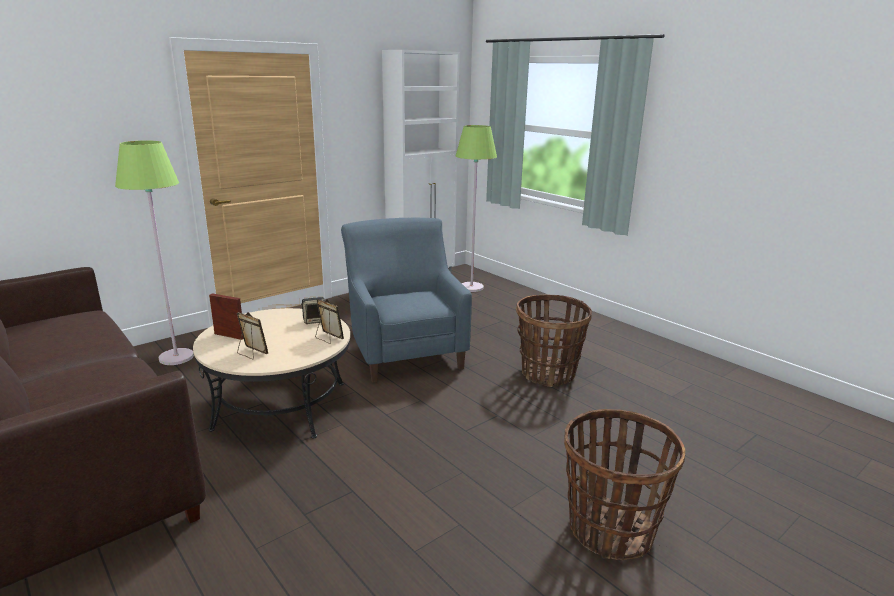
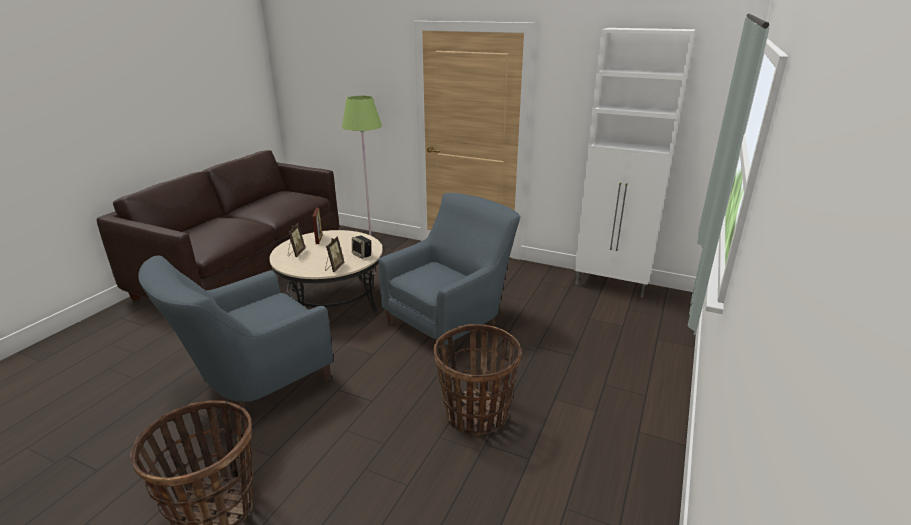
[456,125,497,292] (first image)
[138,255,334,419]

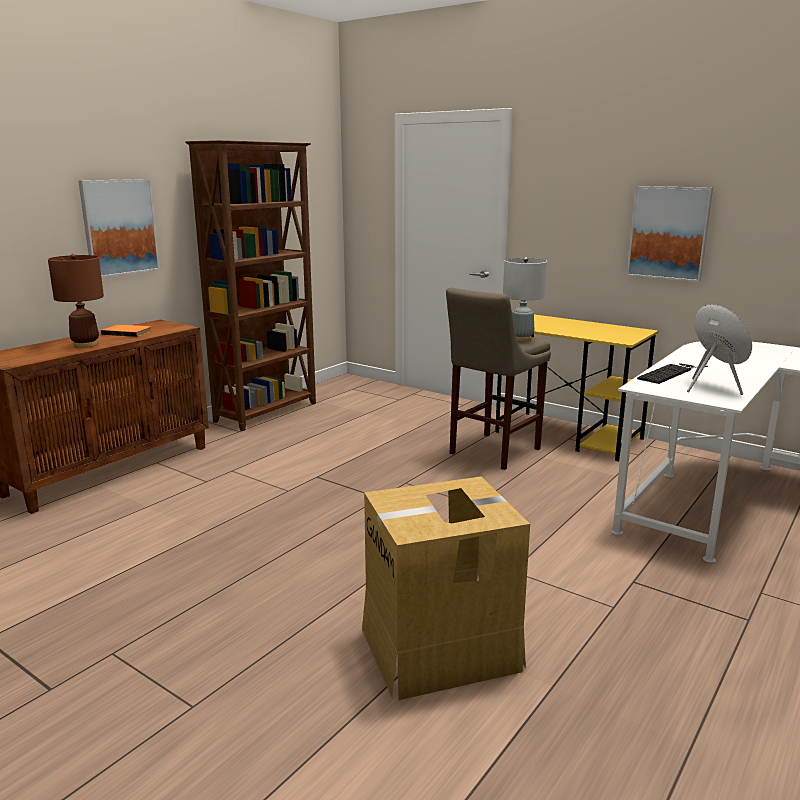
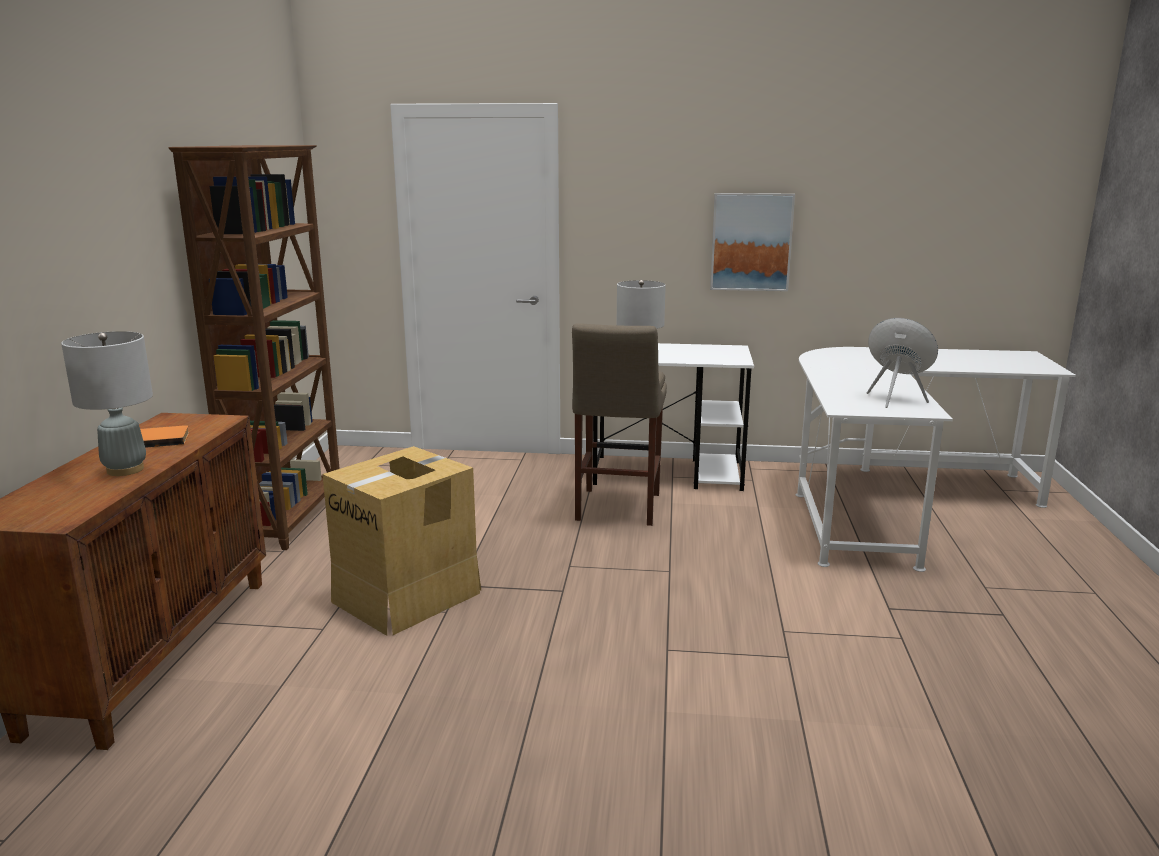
[61,331,153,476]
[78,179,160,277] (first image)
[322,446,481,636]
[593,343,754,491]
[637,363,708,384] (first image)

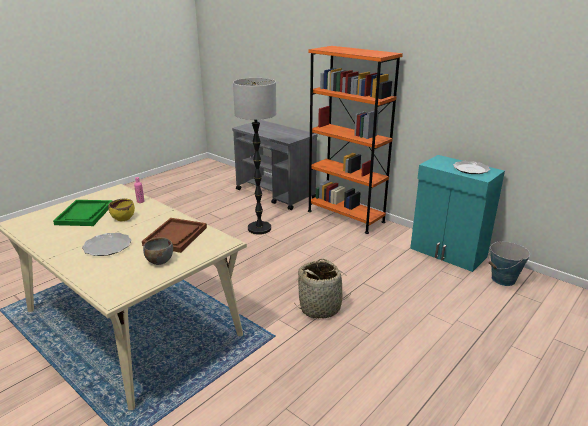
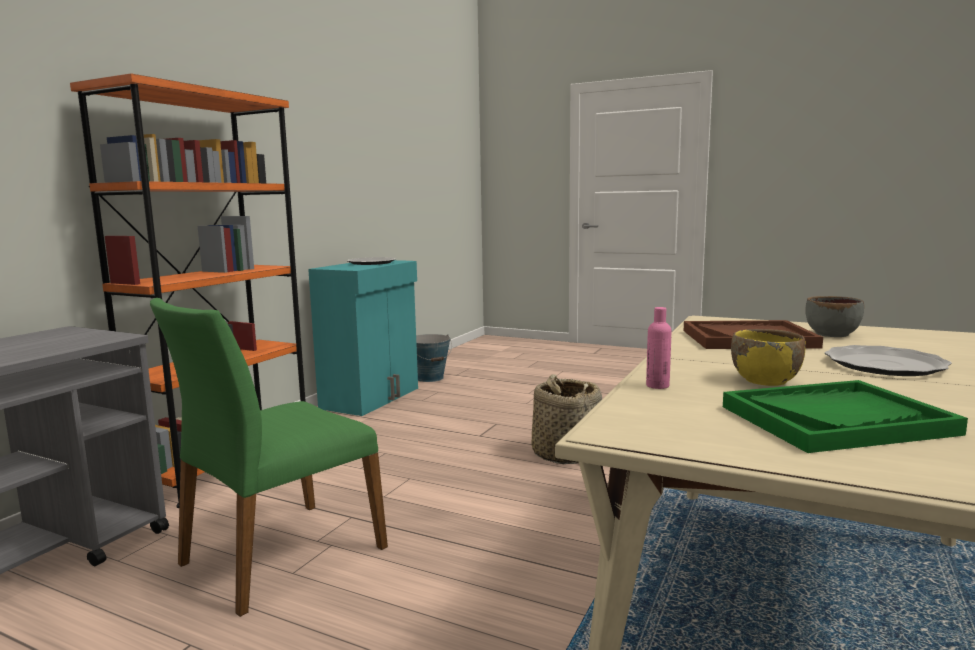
[150,298,388,617]

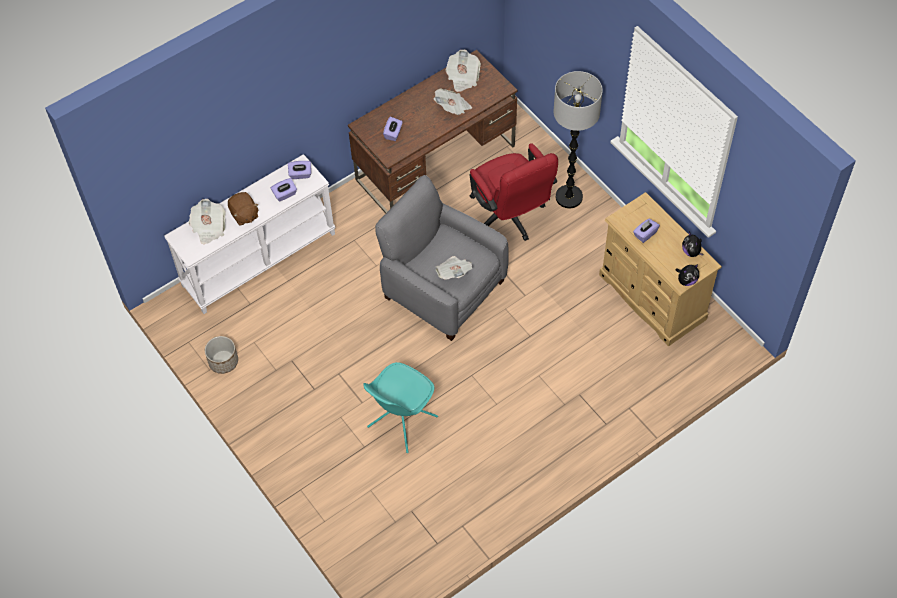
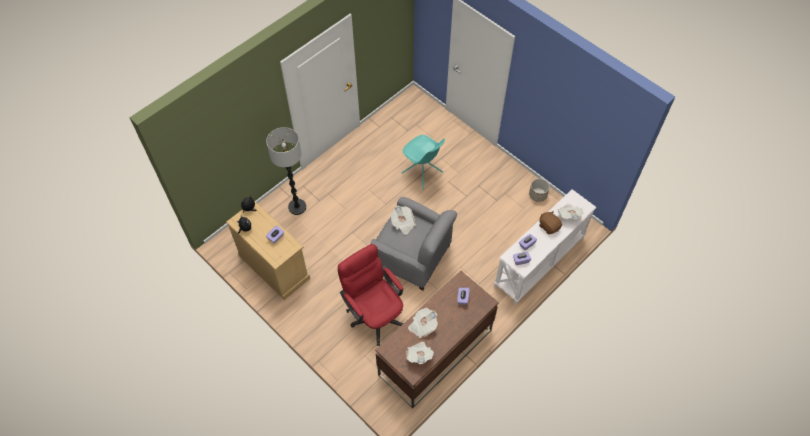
[401,135,445,190]
[266,127,306,215]

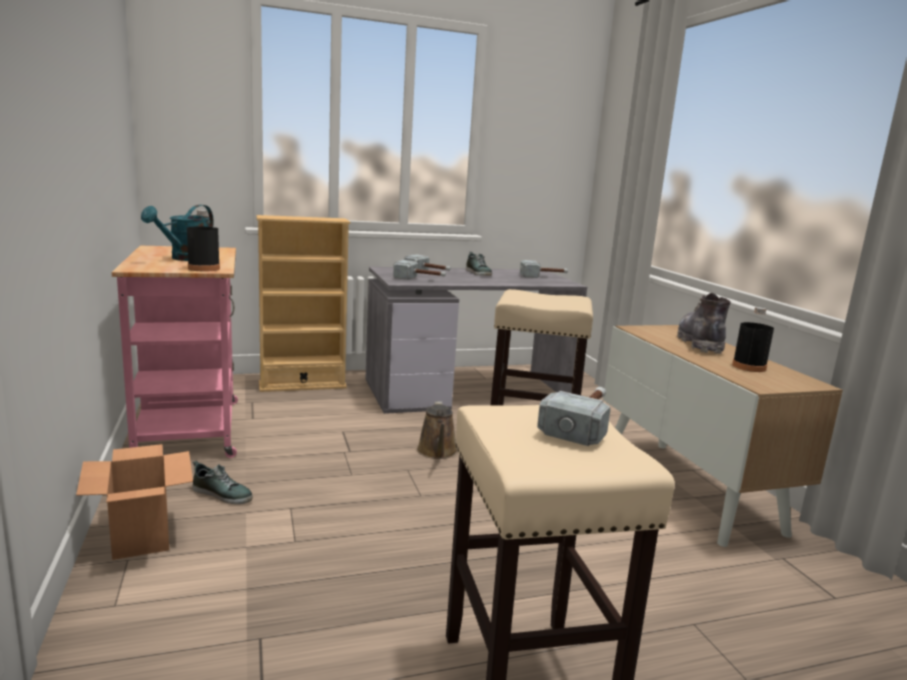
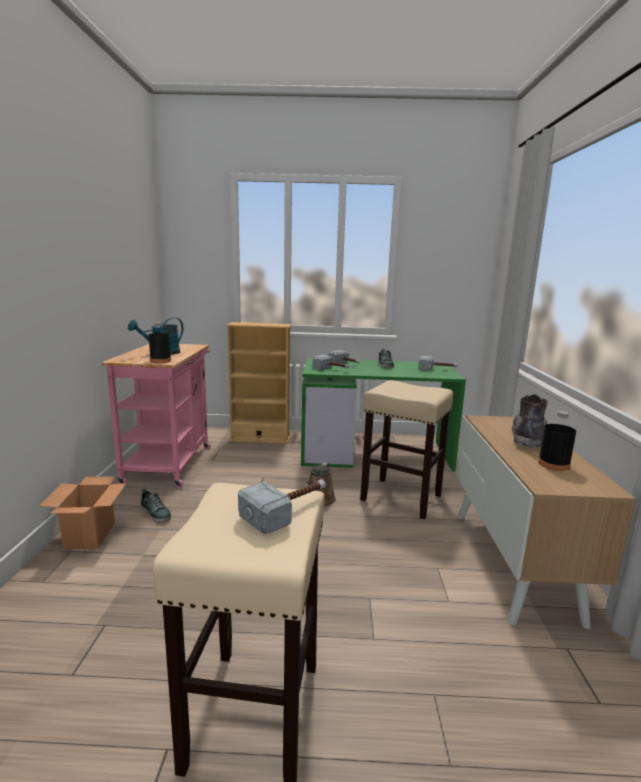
[301,358,466,471]

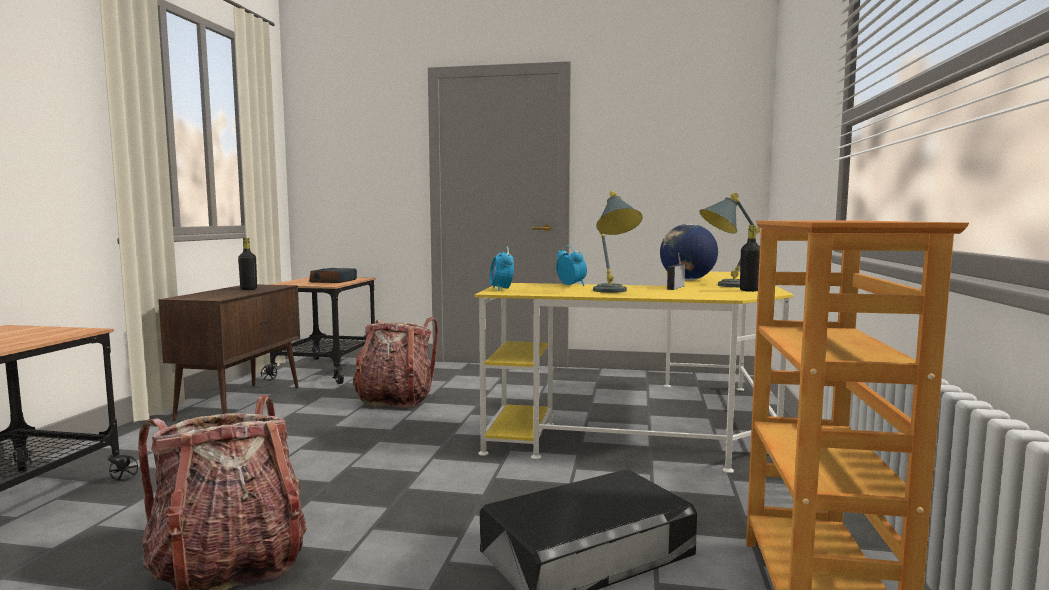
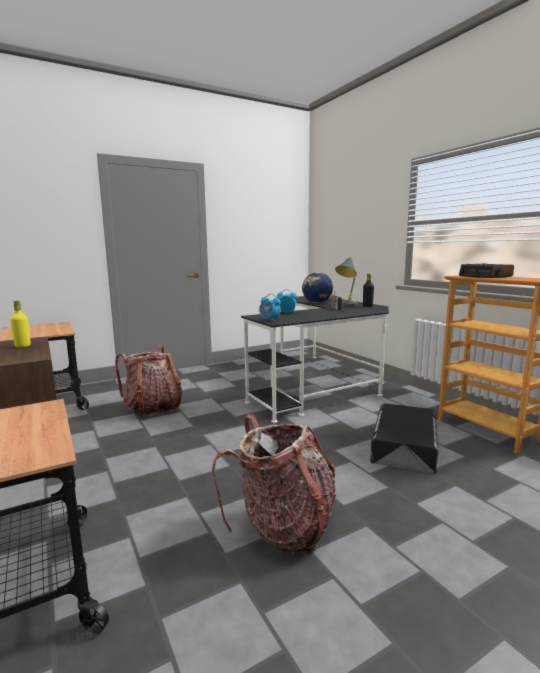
[10,301,31,348]
[459,263,514,278]
[241,296,389,423]
[593,191,643,293] (first image)

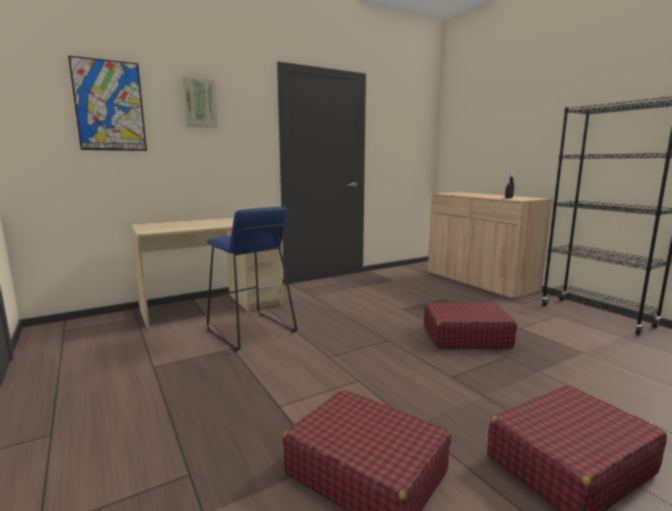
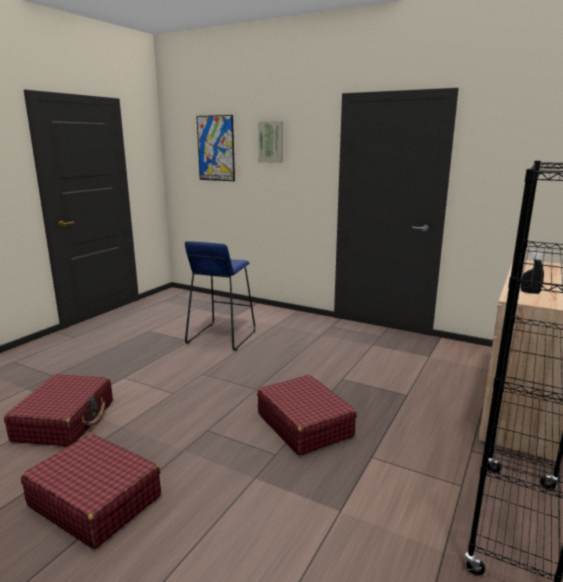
[130,217,283,331] (first image)

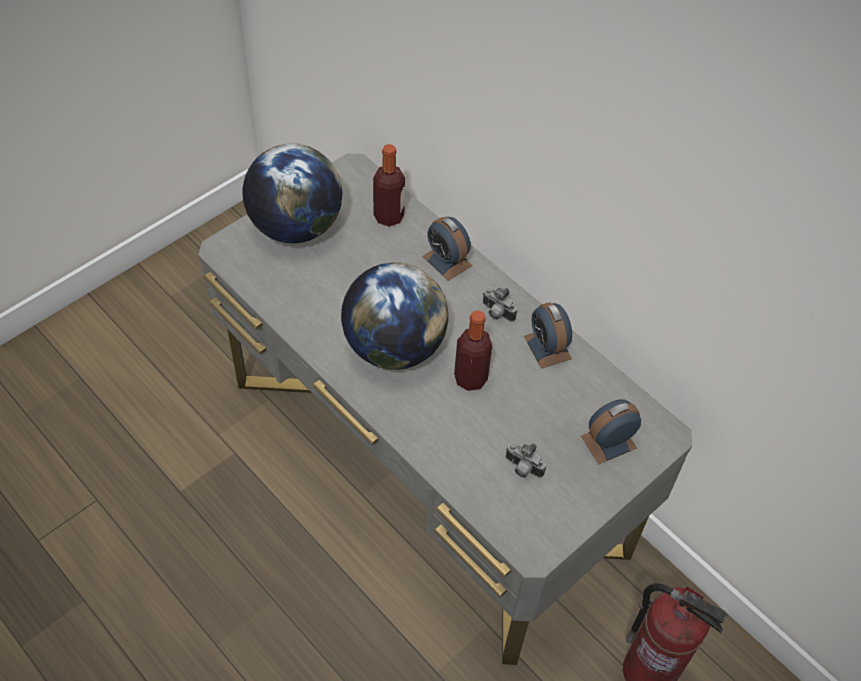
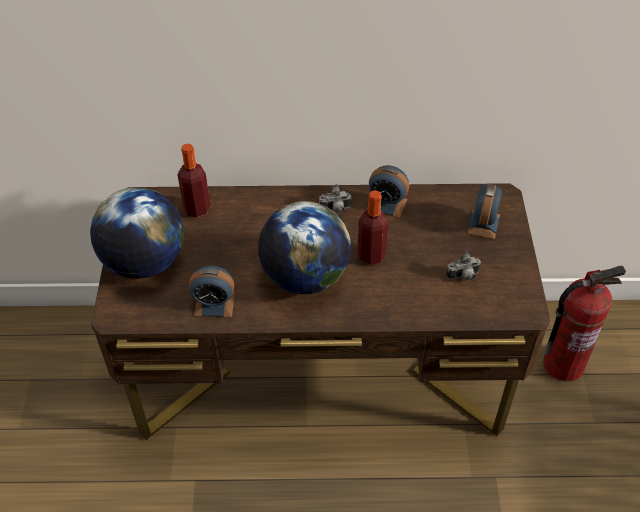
[91,183,550,440]
[189,265,235,317]

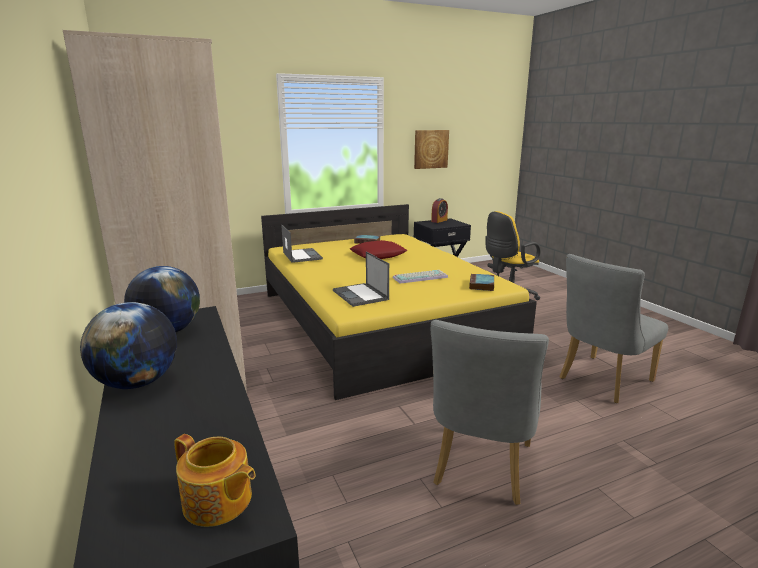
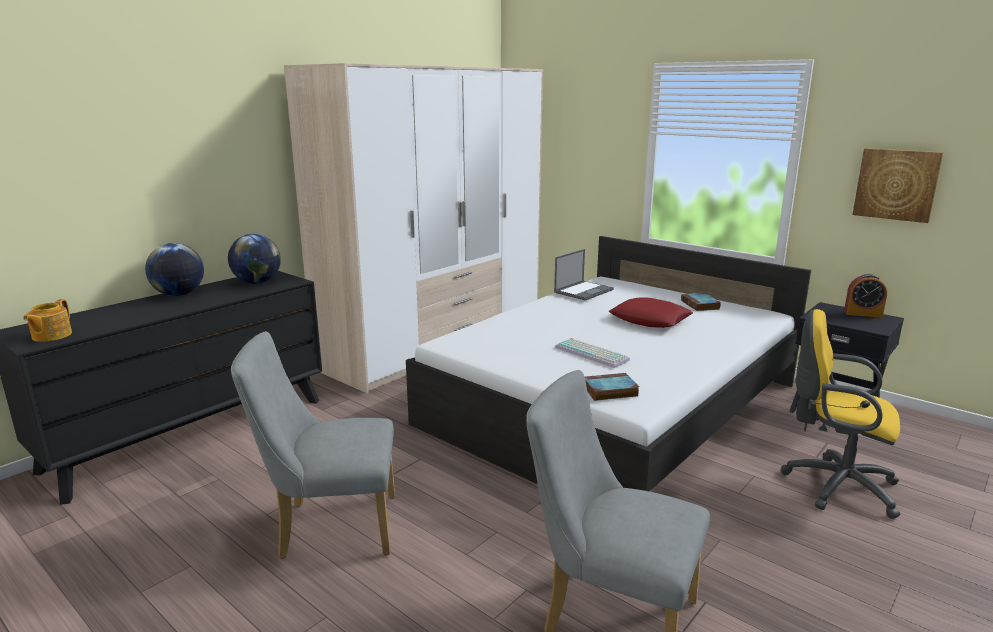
[406,236,811,492]
[333,251,389,307] (first image)

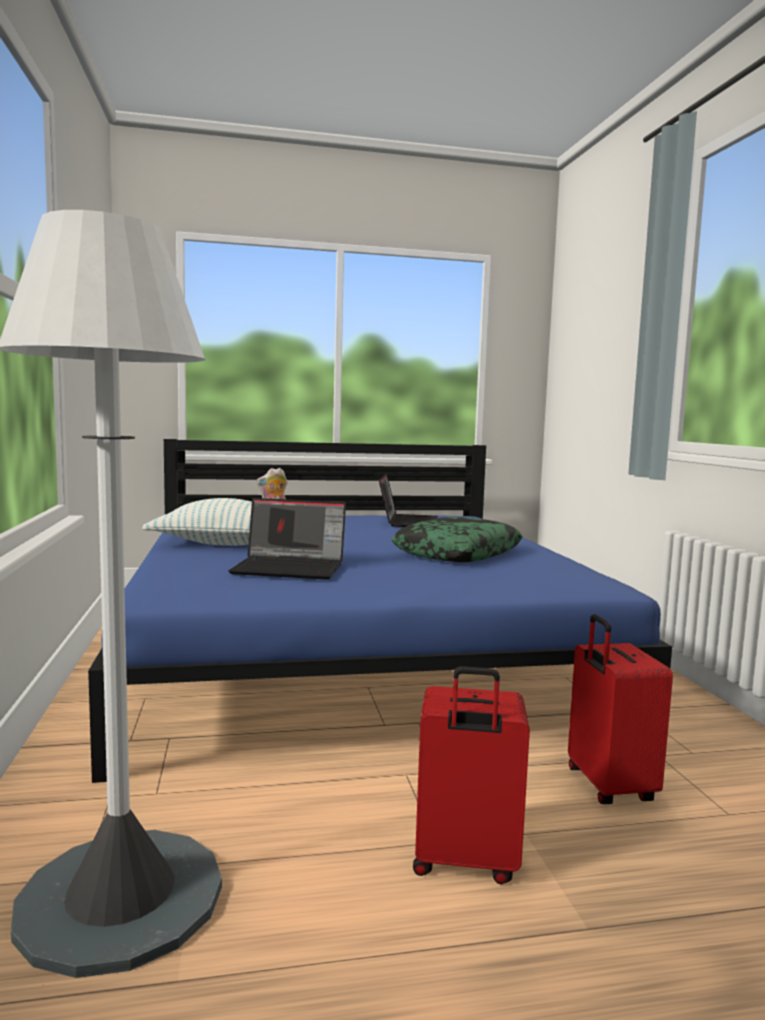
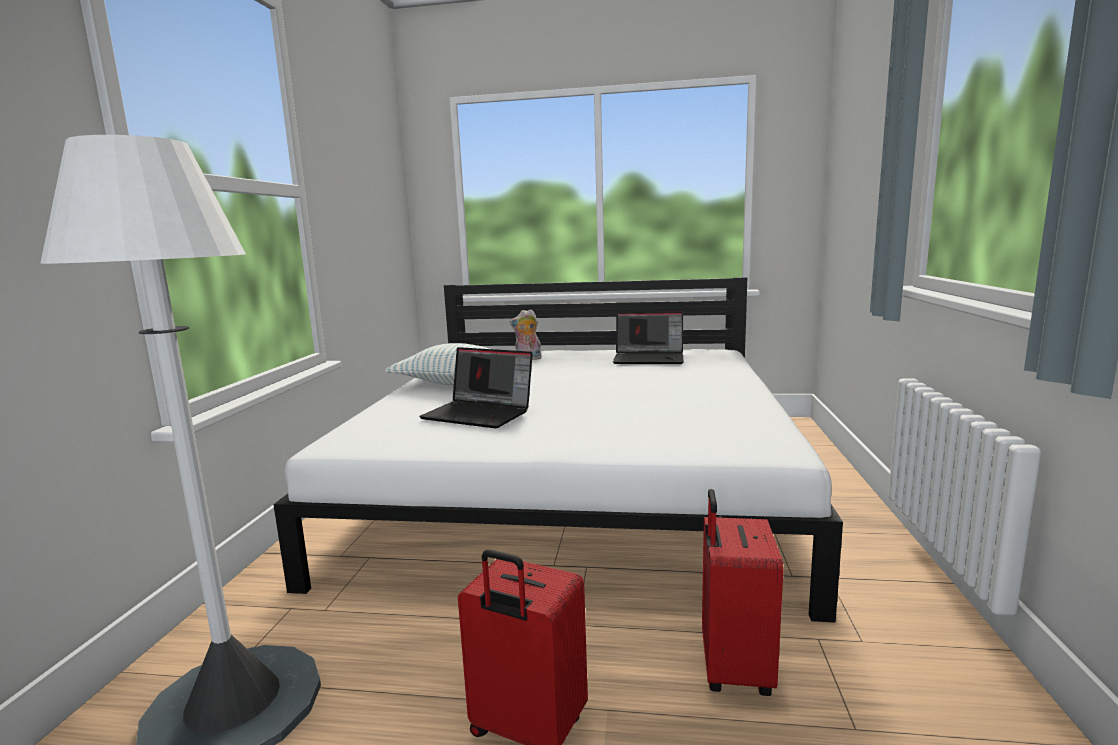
[273,277,843,623]
[613,312,684,364]
[391,517,523,562] (first image)

